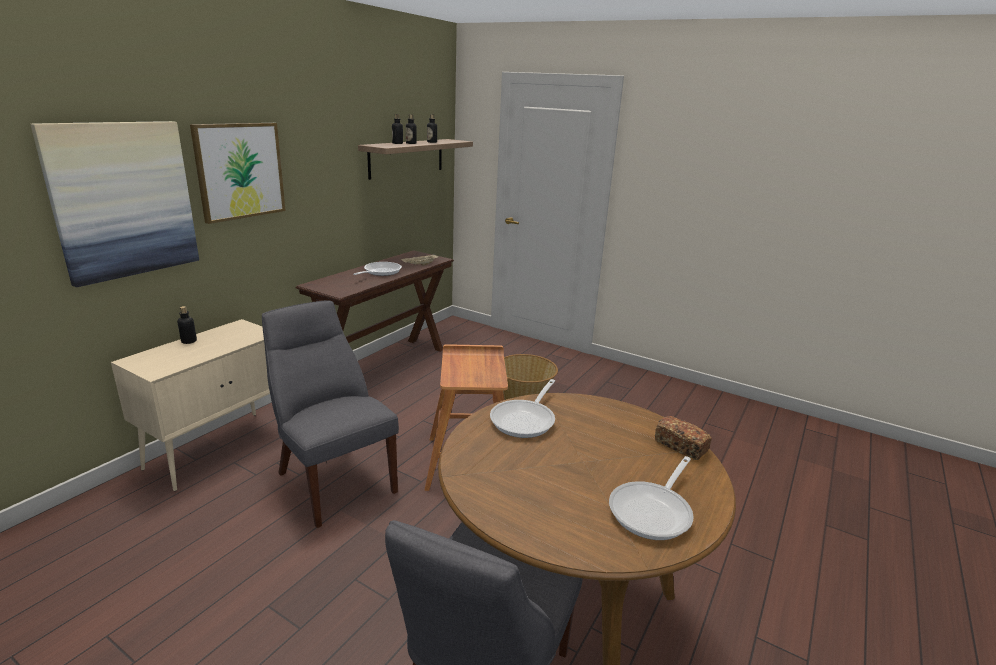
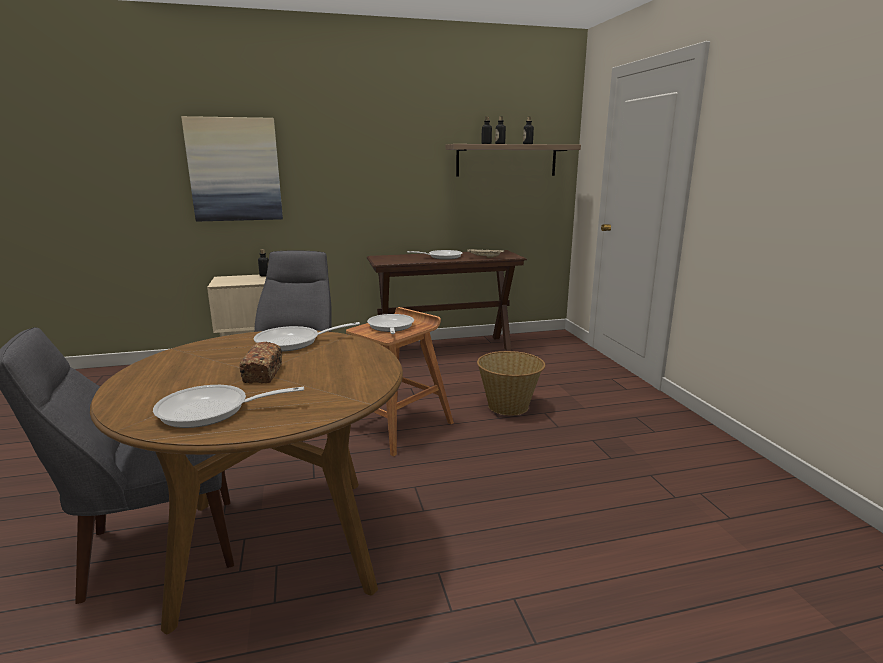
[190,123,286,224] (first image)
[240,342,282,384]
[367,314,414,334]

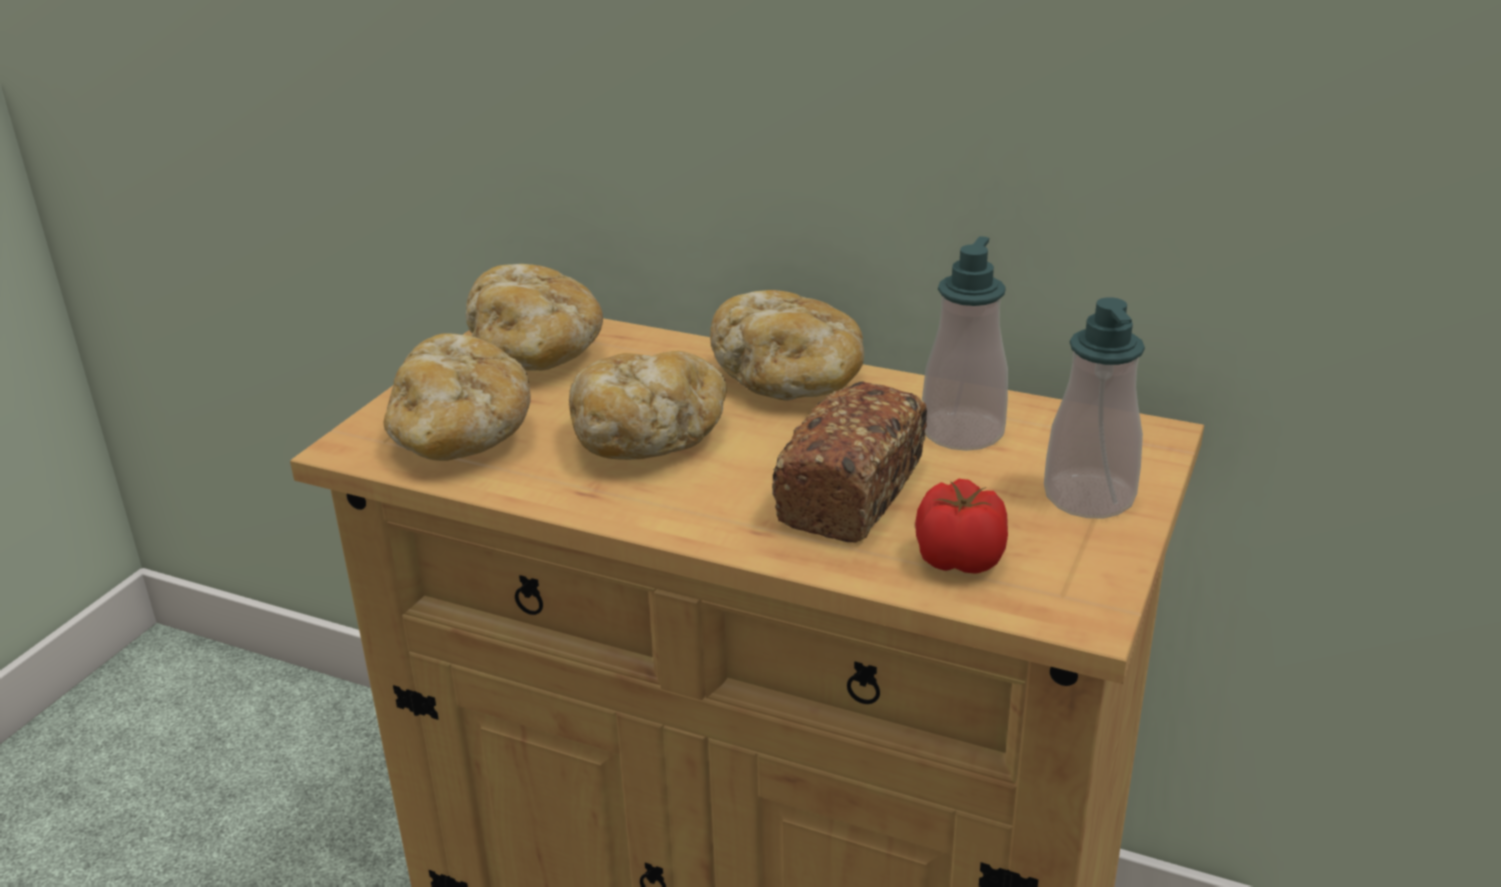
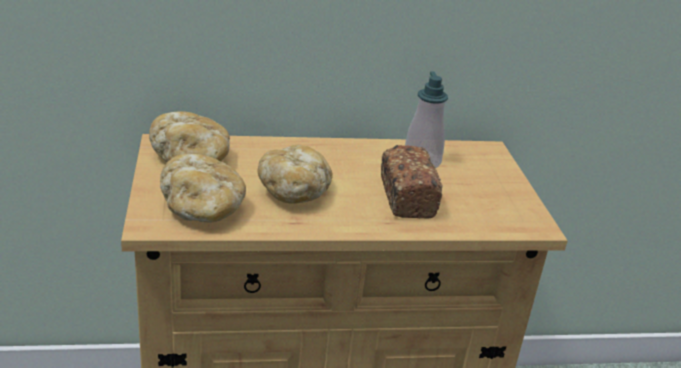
[710,290,864,401] (first image)
[915,479,1008,574] (first image)
[1044,297,1145,518] (first image)

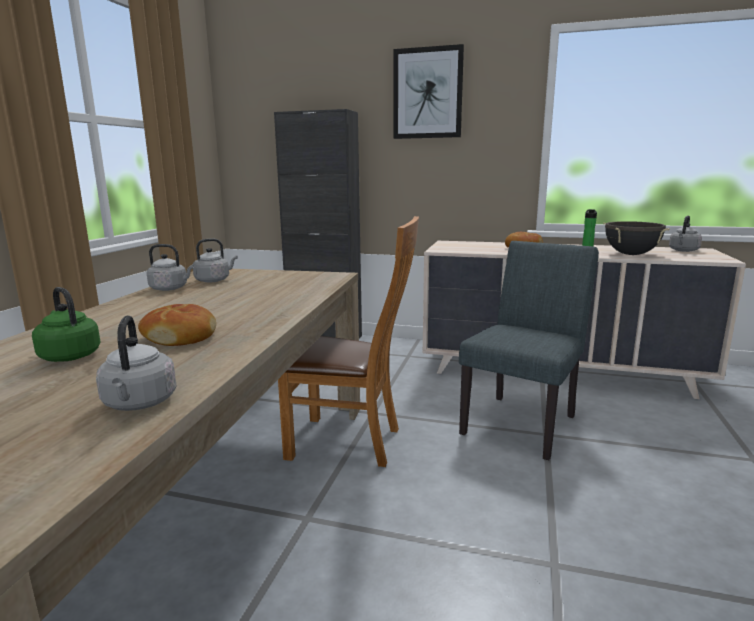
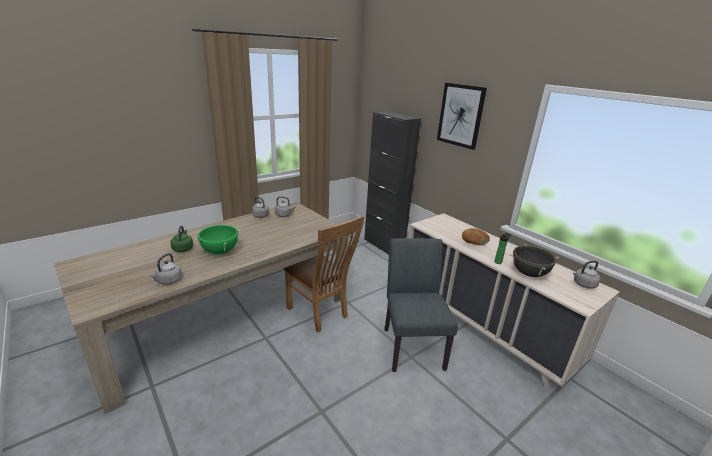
[193,225,242,254]
[384,238,458,372]

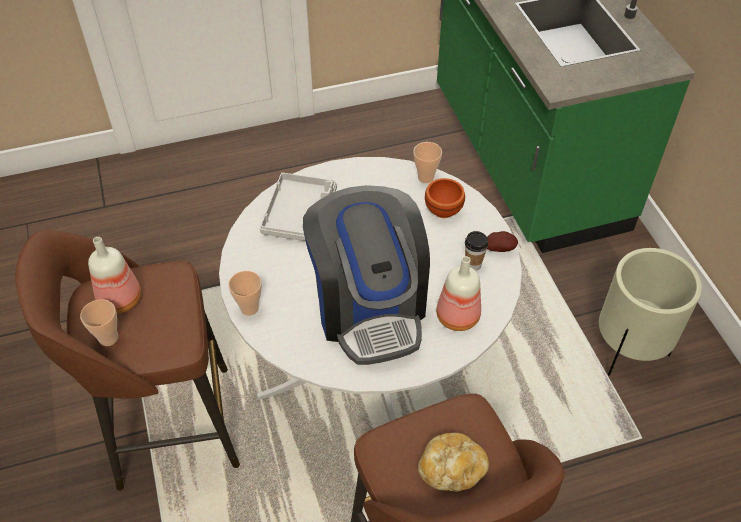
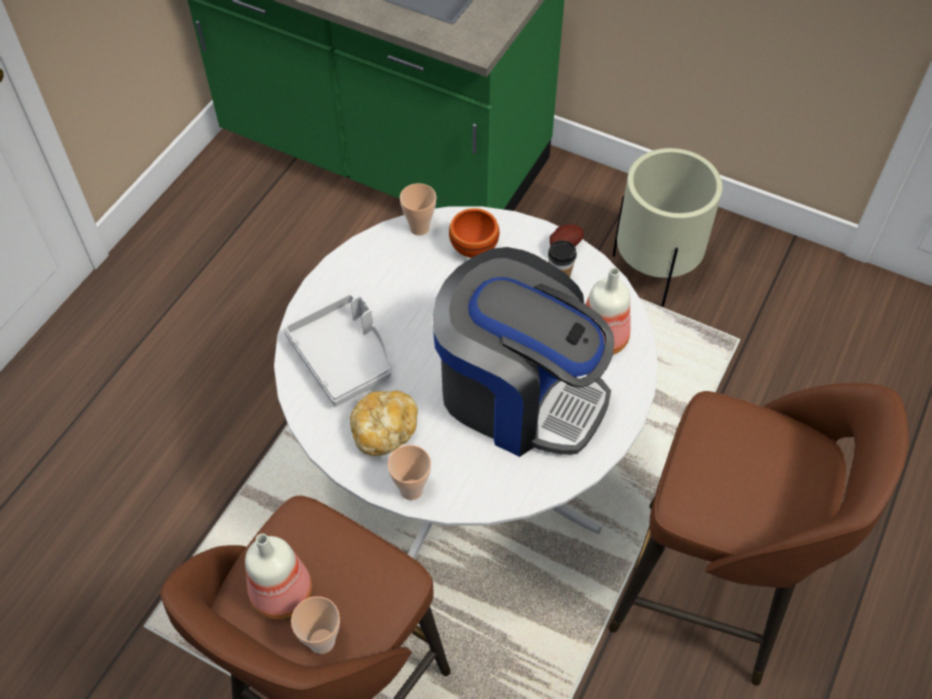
[350,391,418,456]

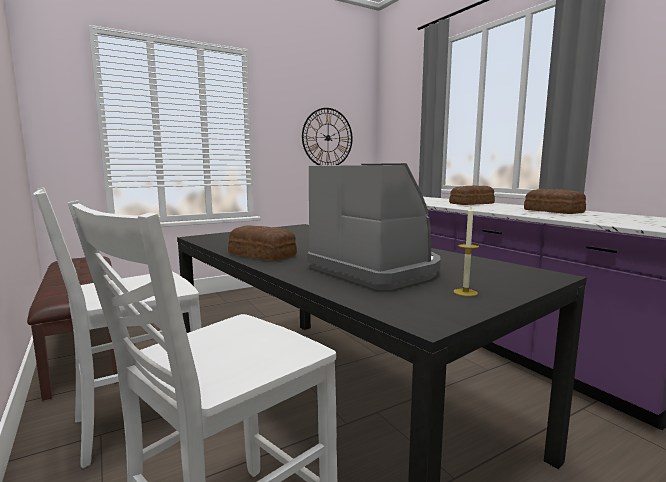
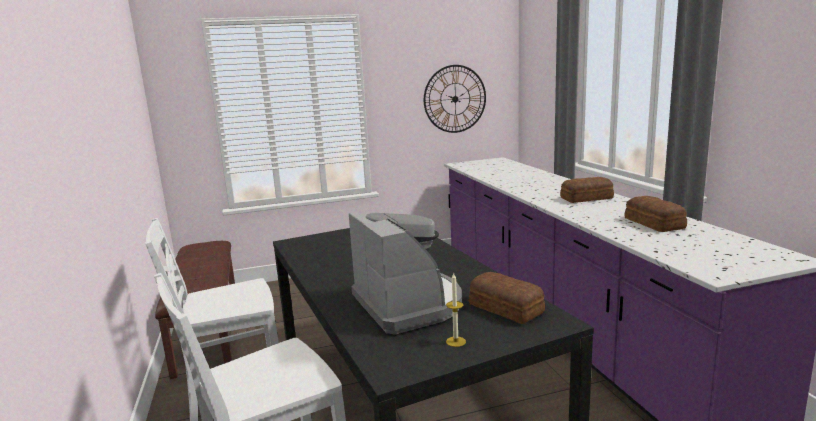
[469,272,545,324]

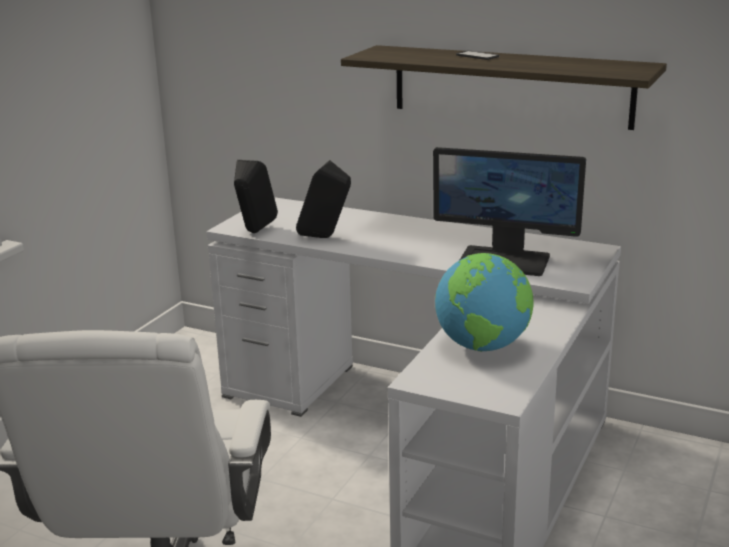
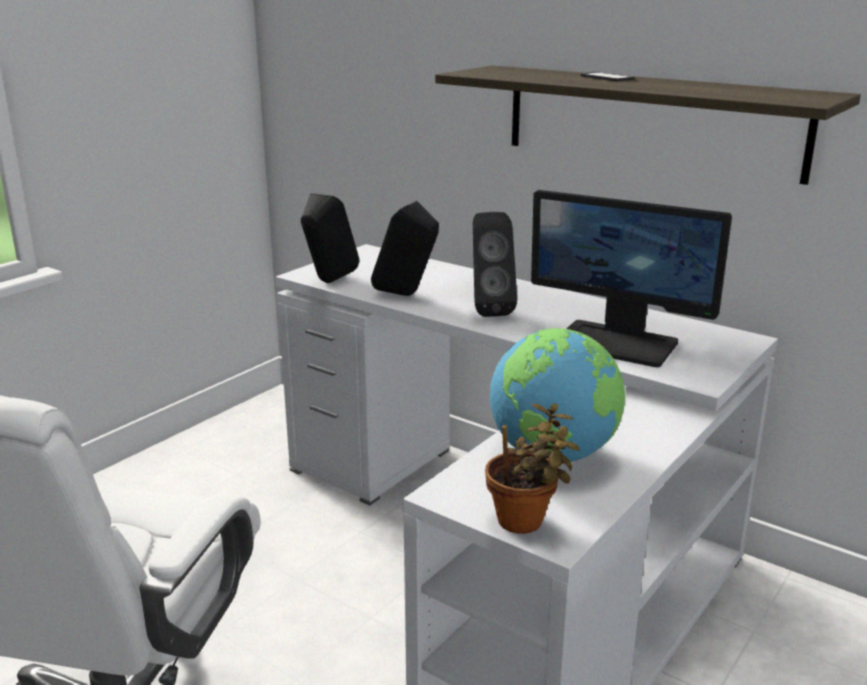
[473,212,517,317]
[485,403,580,534]

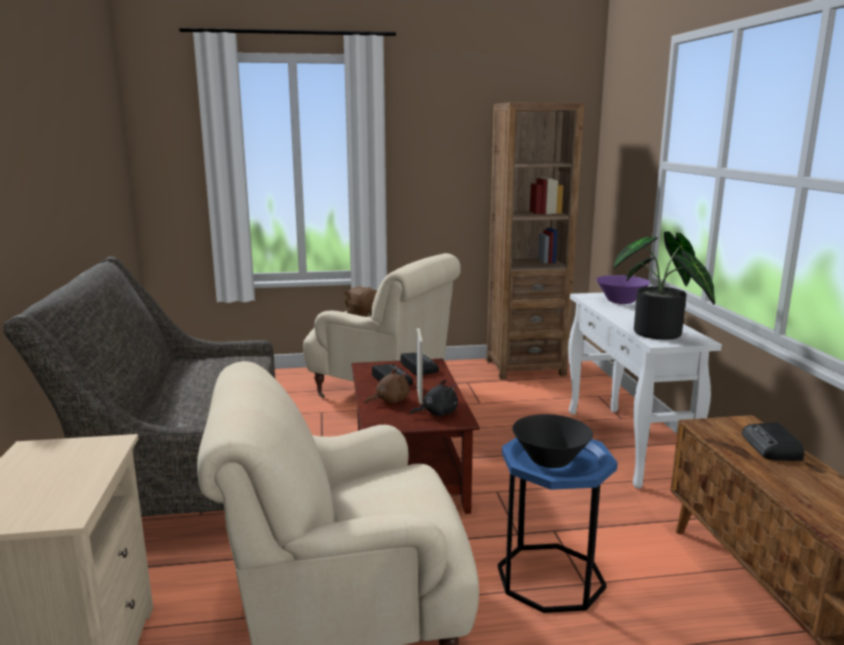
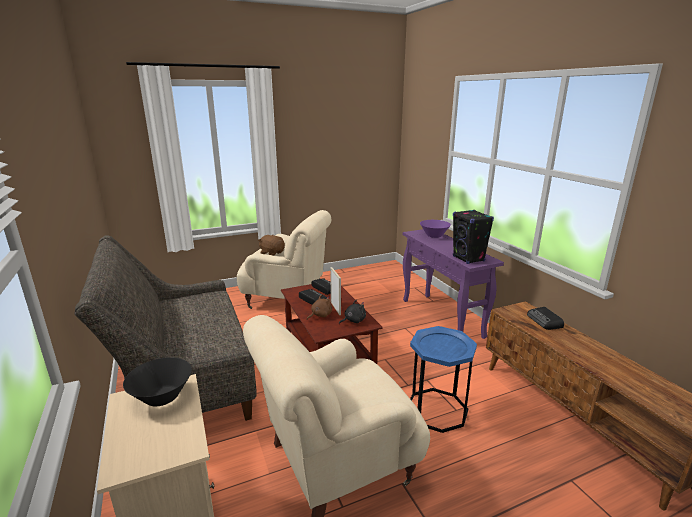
[487,102,584,380] (first image)
[123,357,192,406]
[403,229,504,339]
[453,209,494,264]

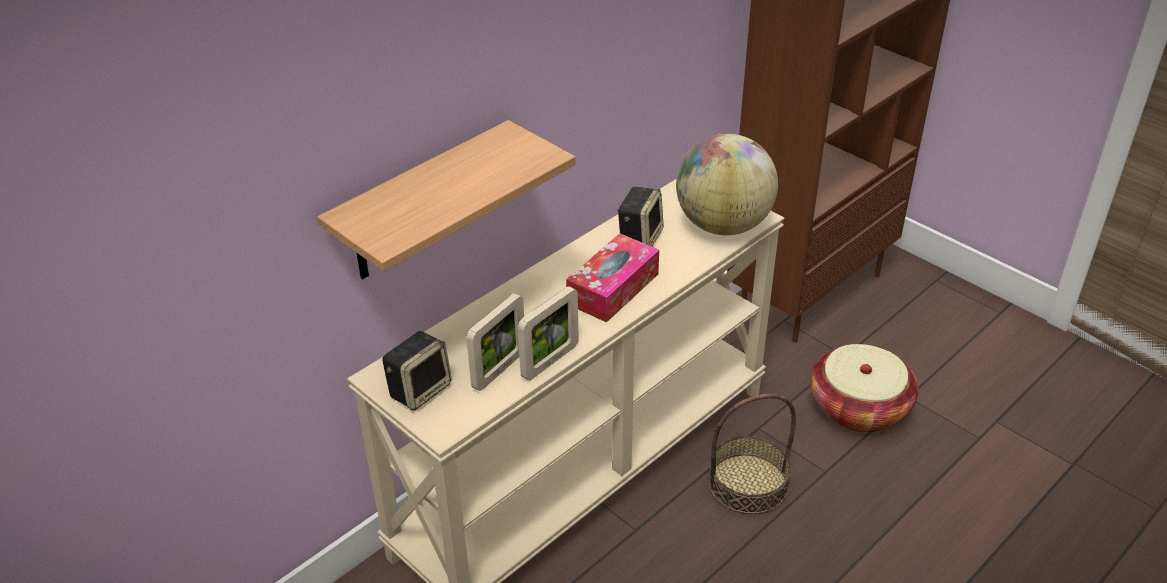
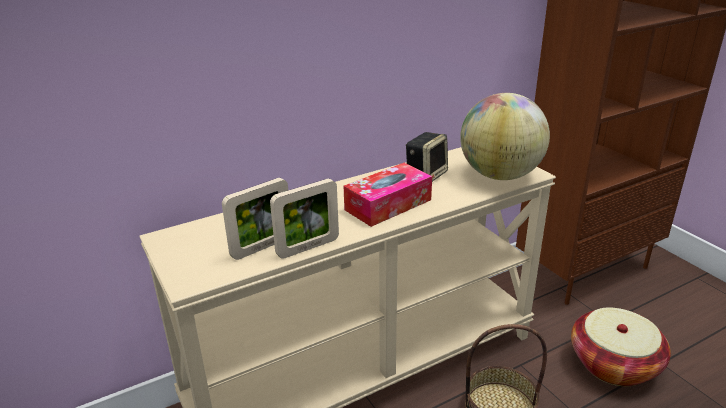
[317,120,576,279] (first image)
[383,331,451,411] (first image)

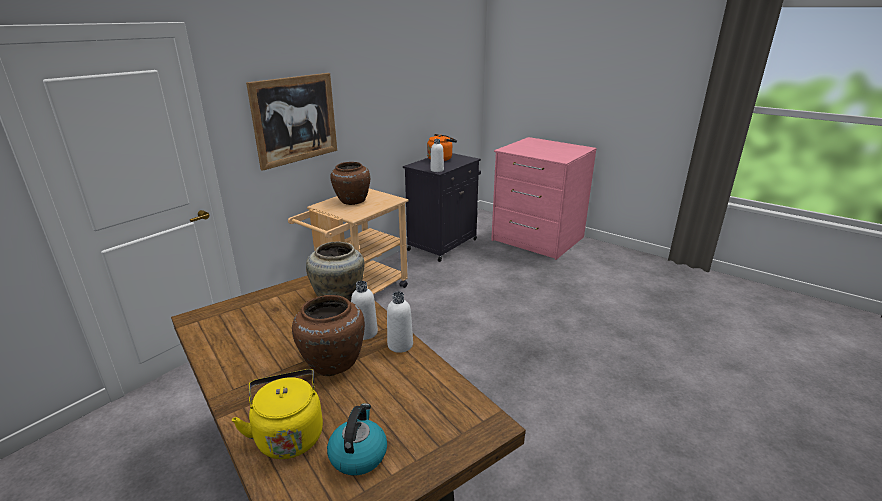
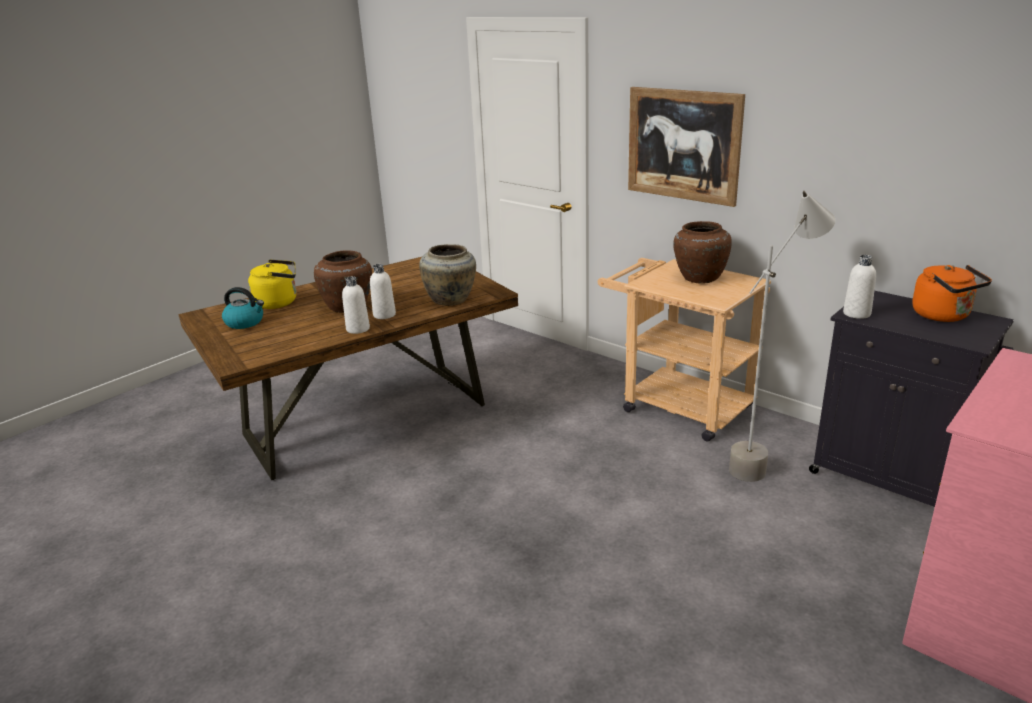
[729,191,835,482]

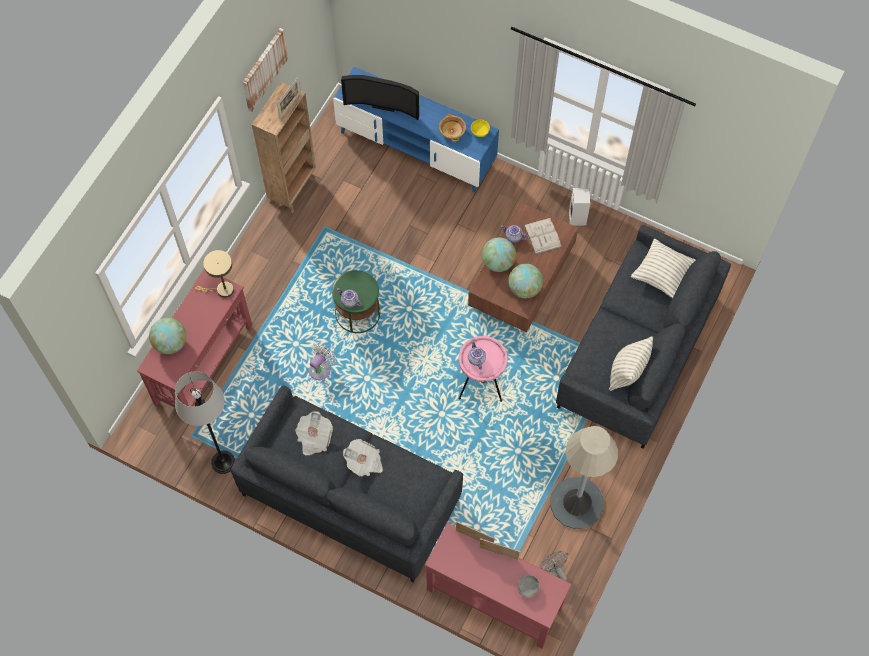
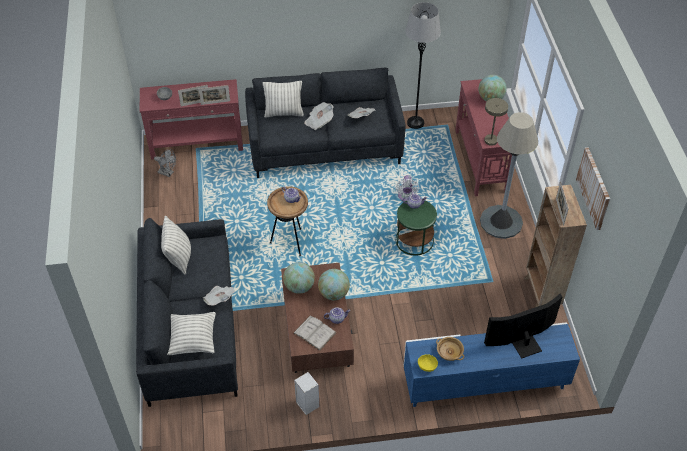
[267,186,308,256]
[480,112,538,239]
[203,286,235,305]
[262,81,304,117]

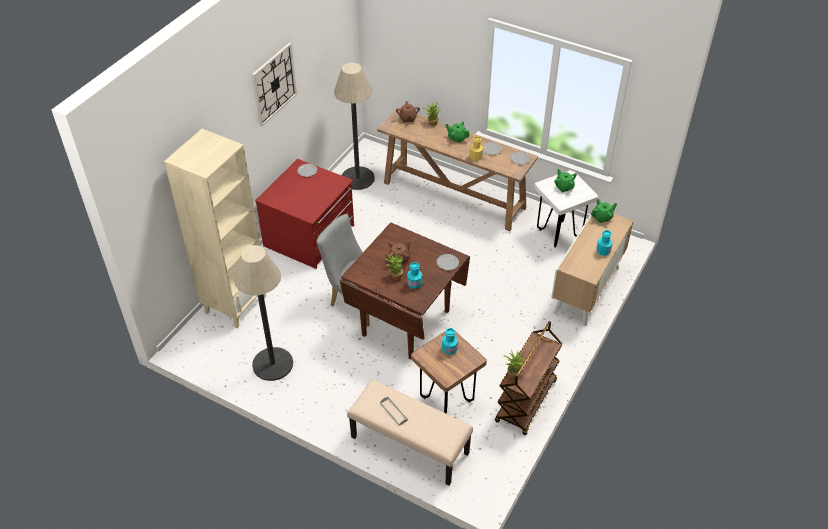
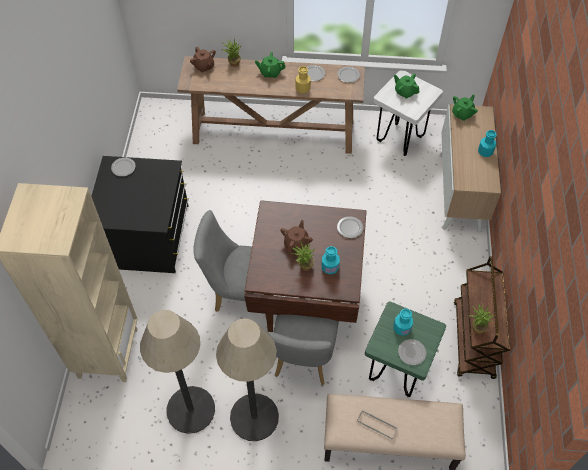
[252,43,297,127] (first image)
[91,156,189,273]
[216,319,279,441]
[365,302,446,397]
[267,314,339,385]
[398,339,426,365]

